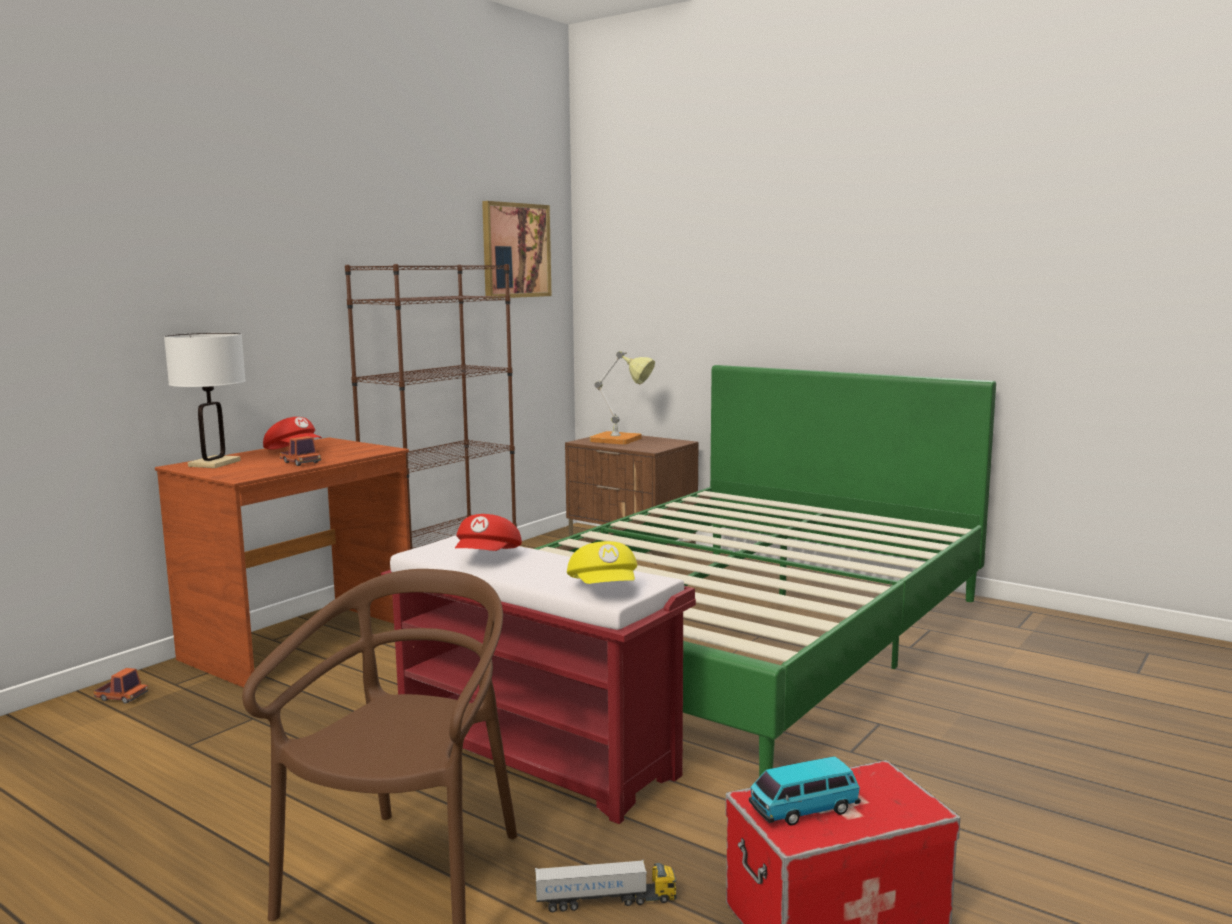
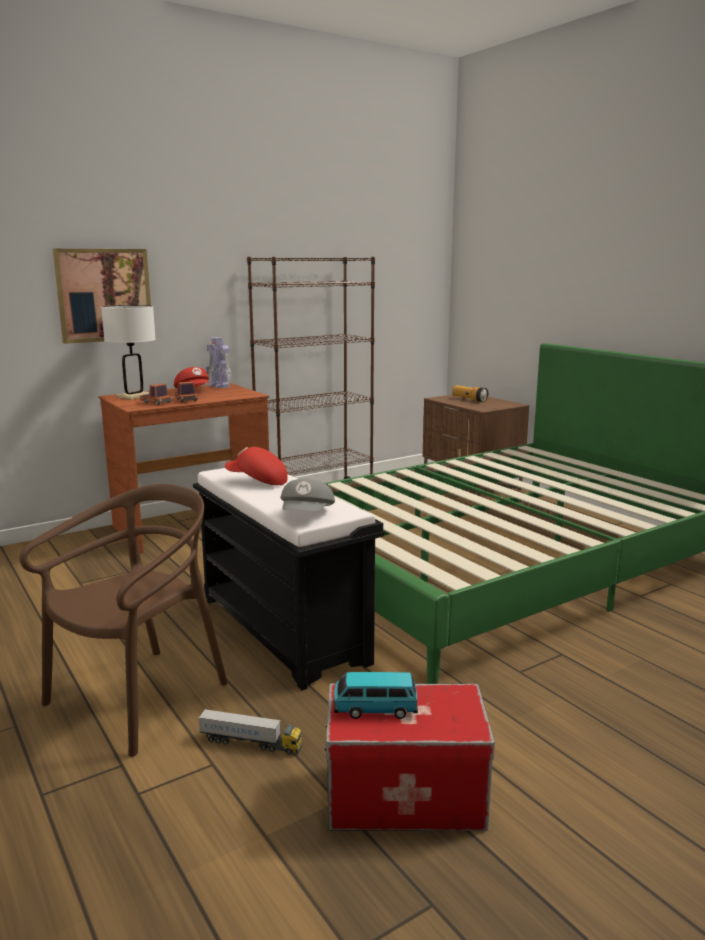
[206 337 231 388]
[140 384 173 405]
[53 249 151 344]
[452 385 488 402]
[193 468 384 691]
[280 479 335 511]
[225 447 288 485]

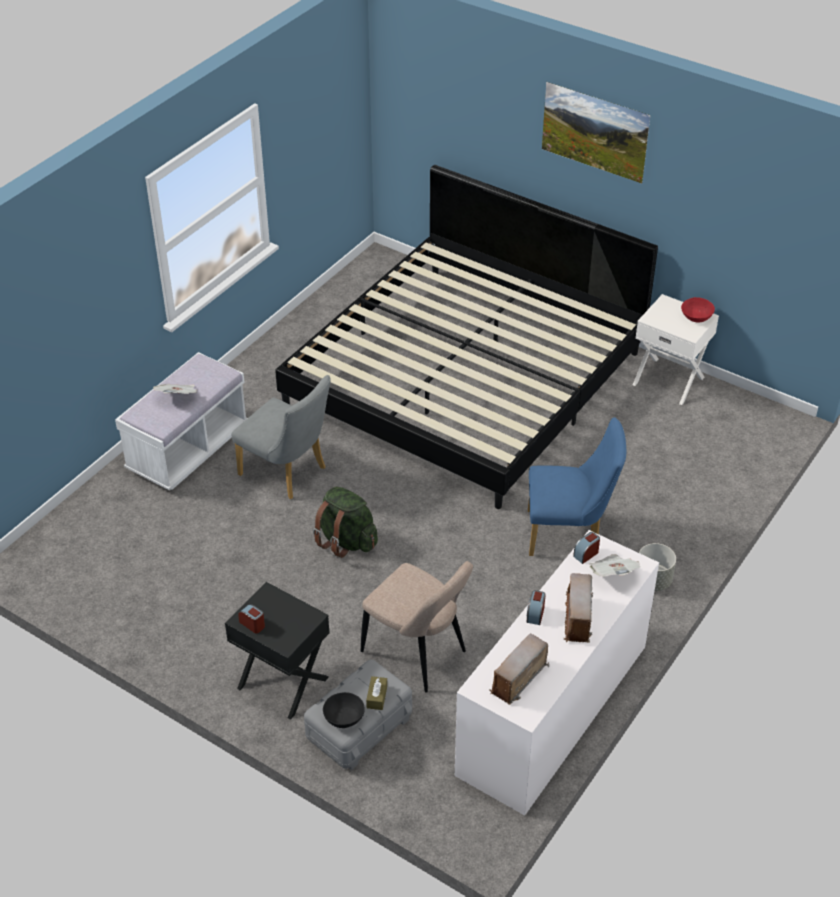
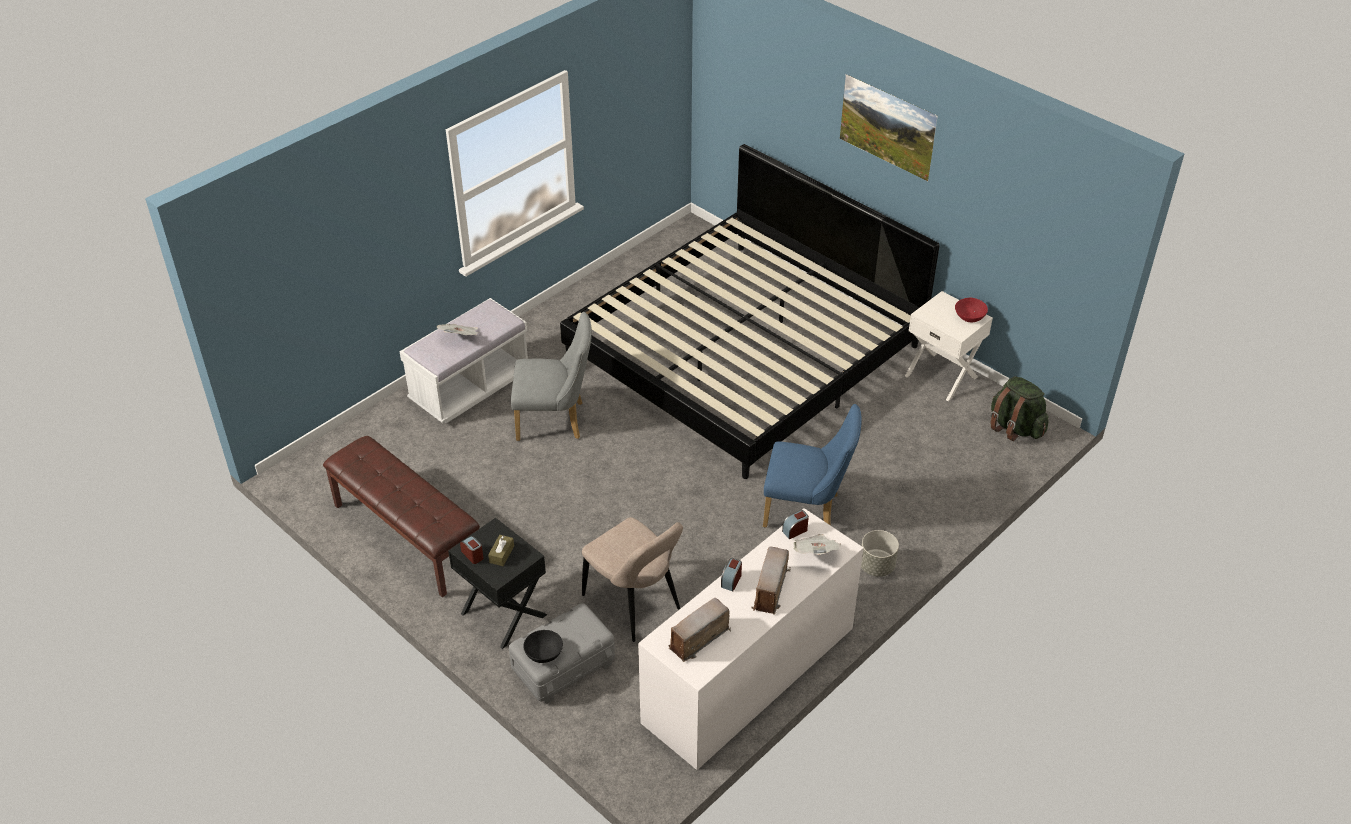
[323 436 480 597]
[990 376 1049 441]
[488 535 514 566]
[511 312 592 441]

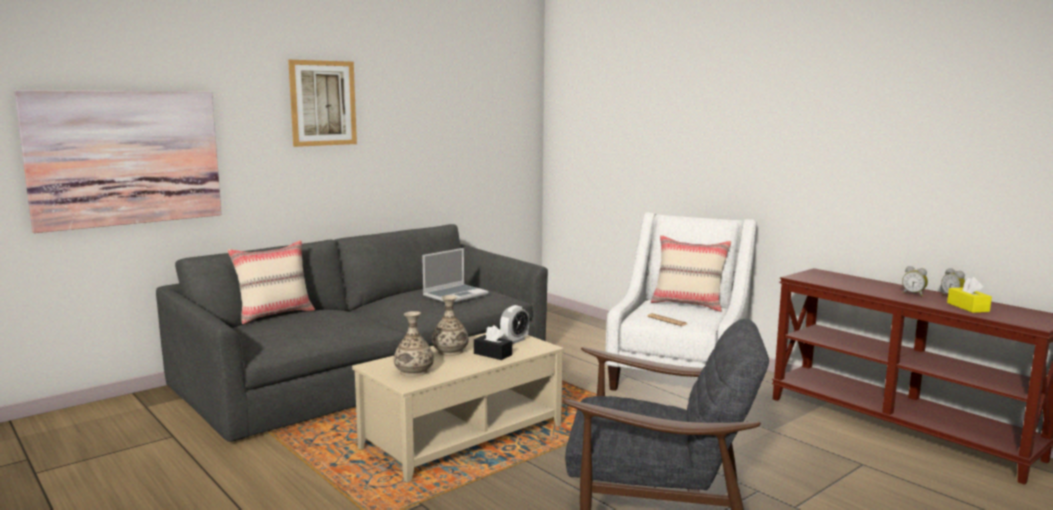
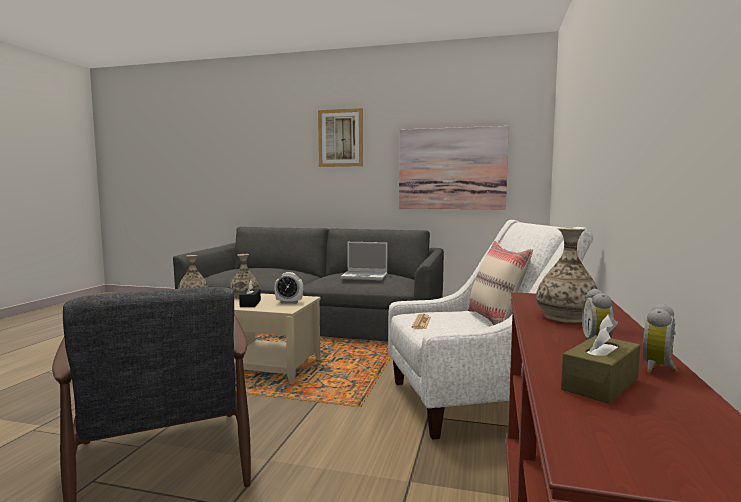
[227 240 315 324] (first image)
[536 228 598 323]
[399 126 509 209]
[561 314 640 404]

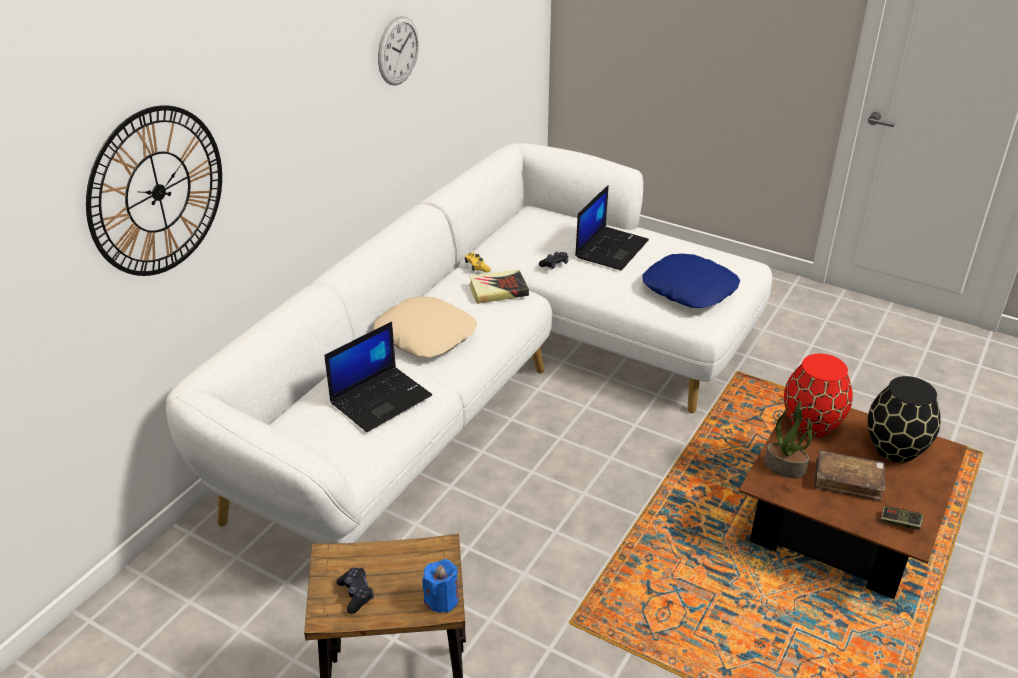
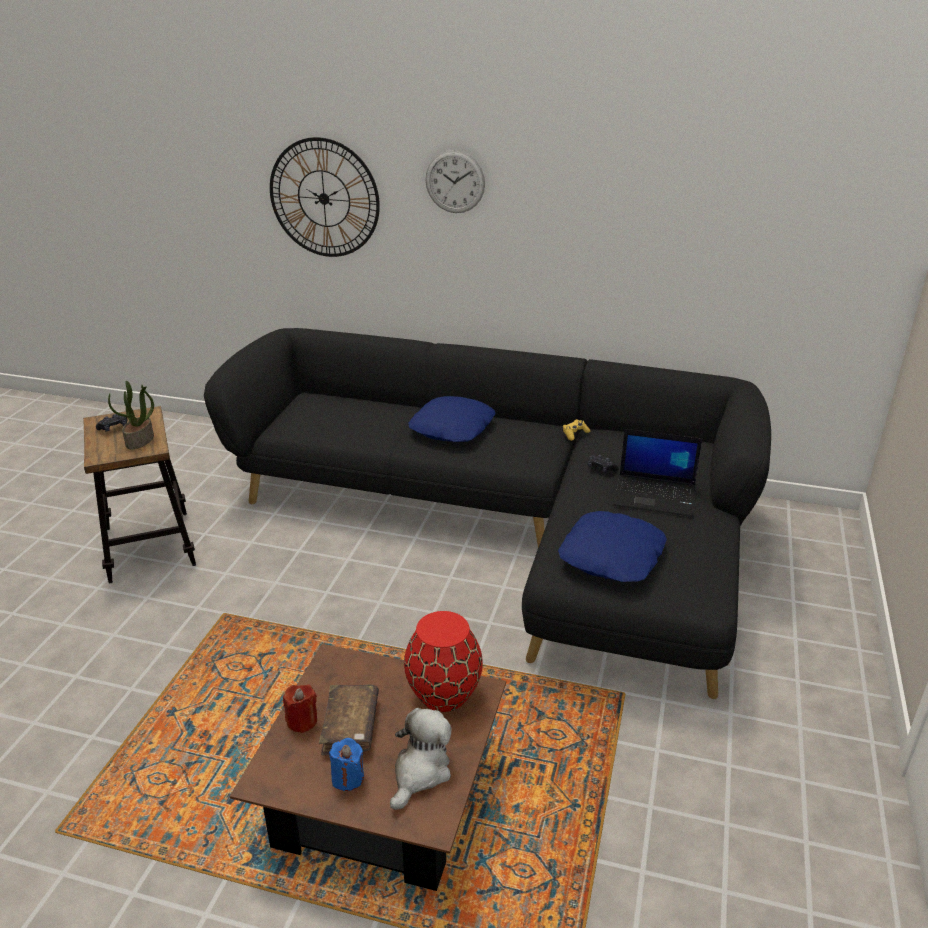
[324 322 432 432] (first image)
[469 270 529 304] (first image)
[881 506 923 530] (first image)
[283 685 317 733]
[425 150 485 213]
[329 738 364 791]
[108 381 154 449]
[390 708 452 810]
[204 328 771 699]
[408 396 496 442]

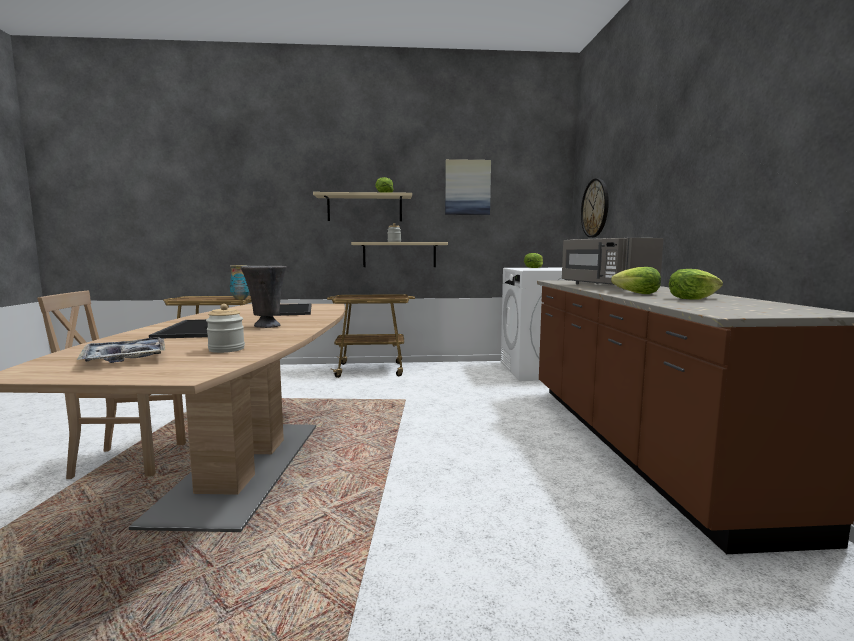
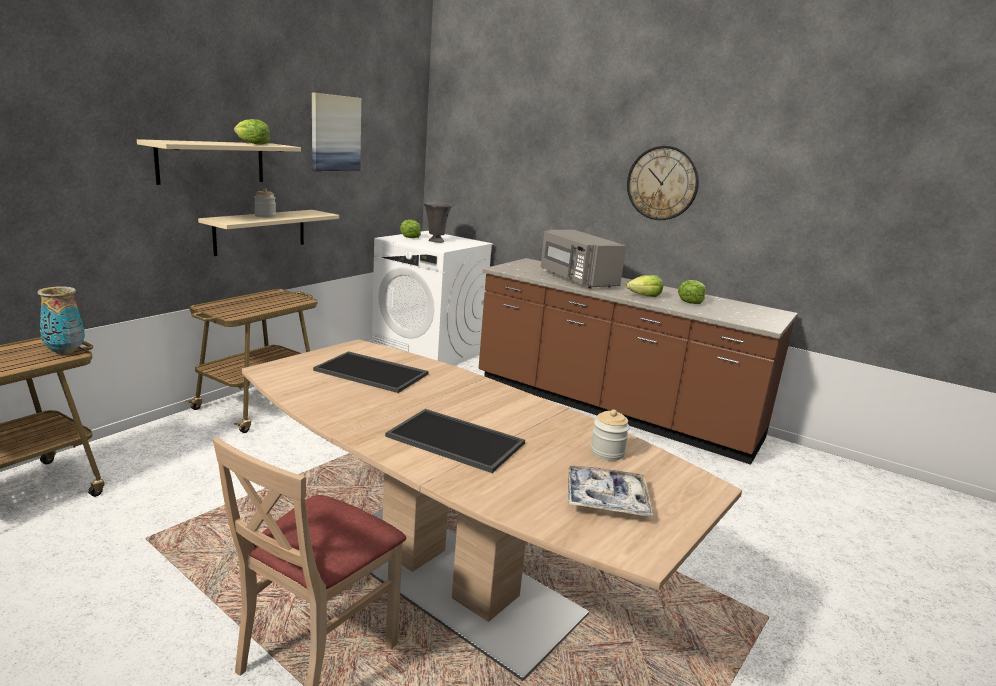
[424 202 452 243]
[627 146 699 220]
[541 230 626 288]

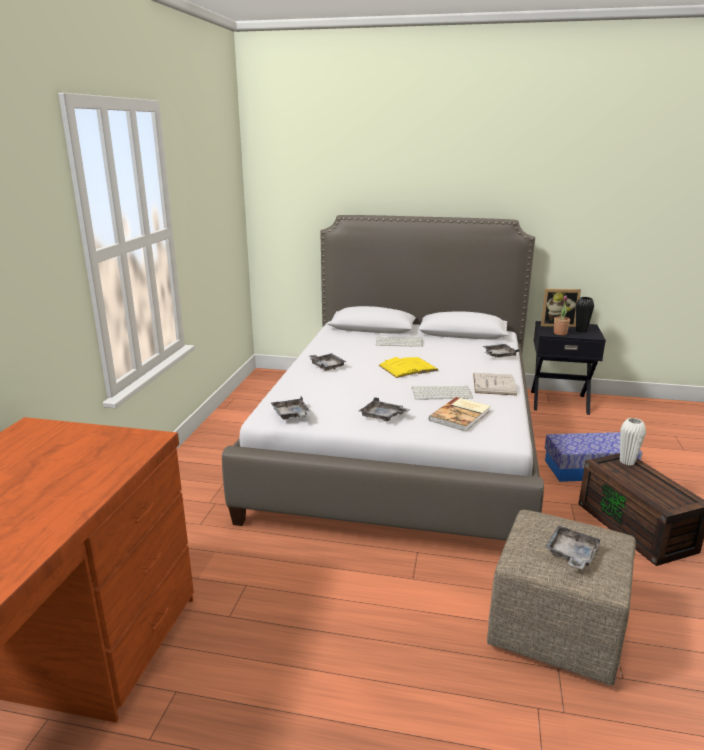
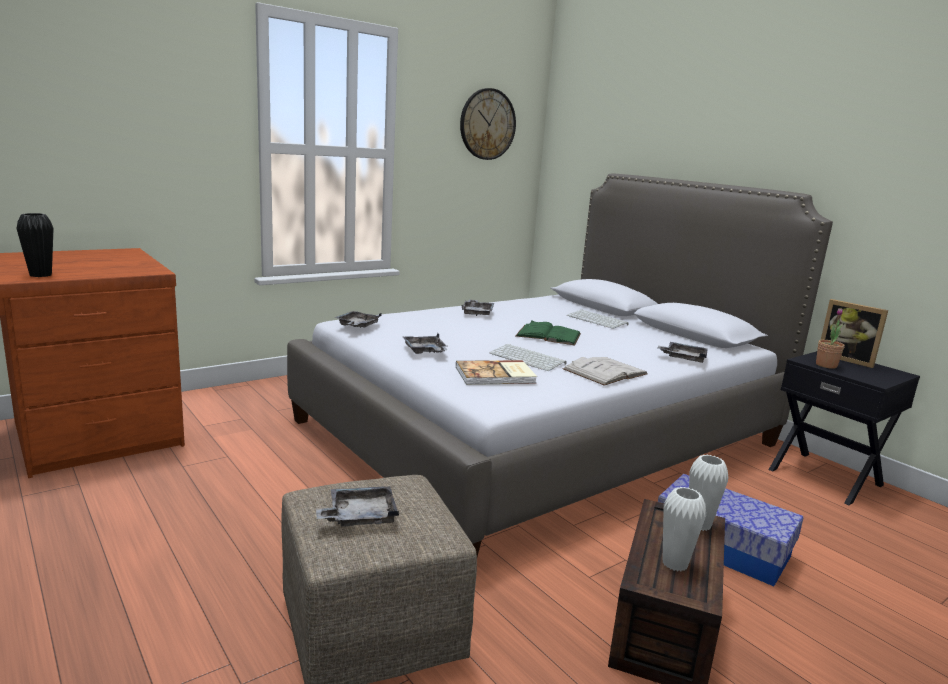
[460 88 516 160]
[663 487 706 572]
[16 213 54 277]
[515 321 581 345]

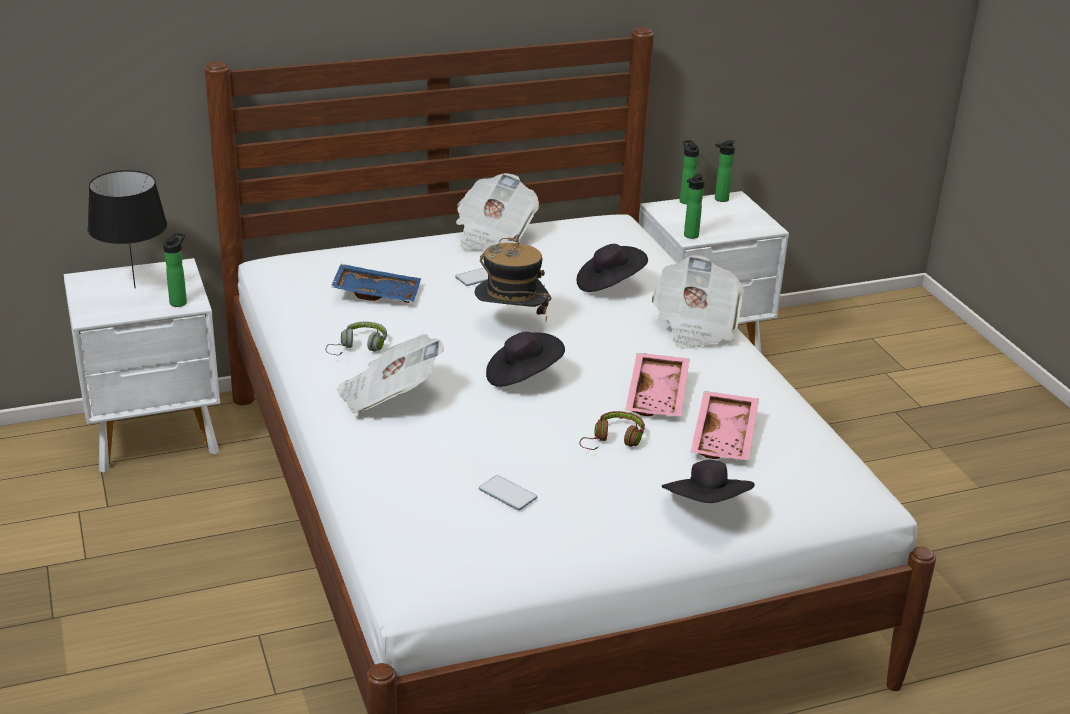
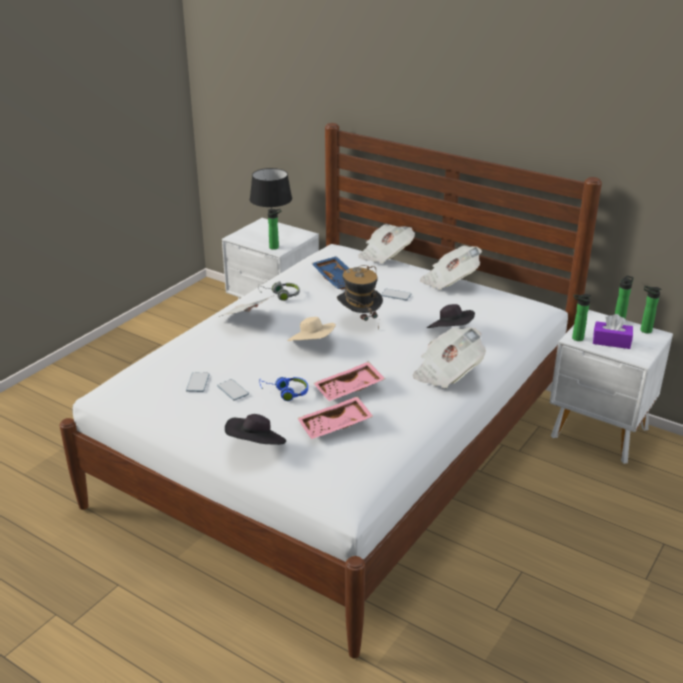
[217 379 249 400]
[358 224 415 264]
[593 314 633 349]
[287 317 336 341]
[259 377 308 401]

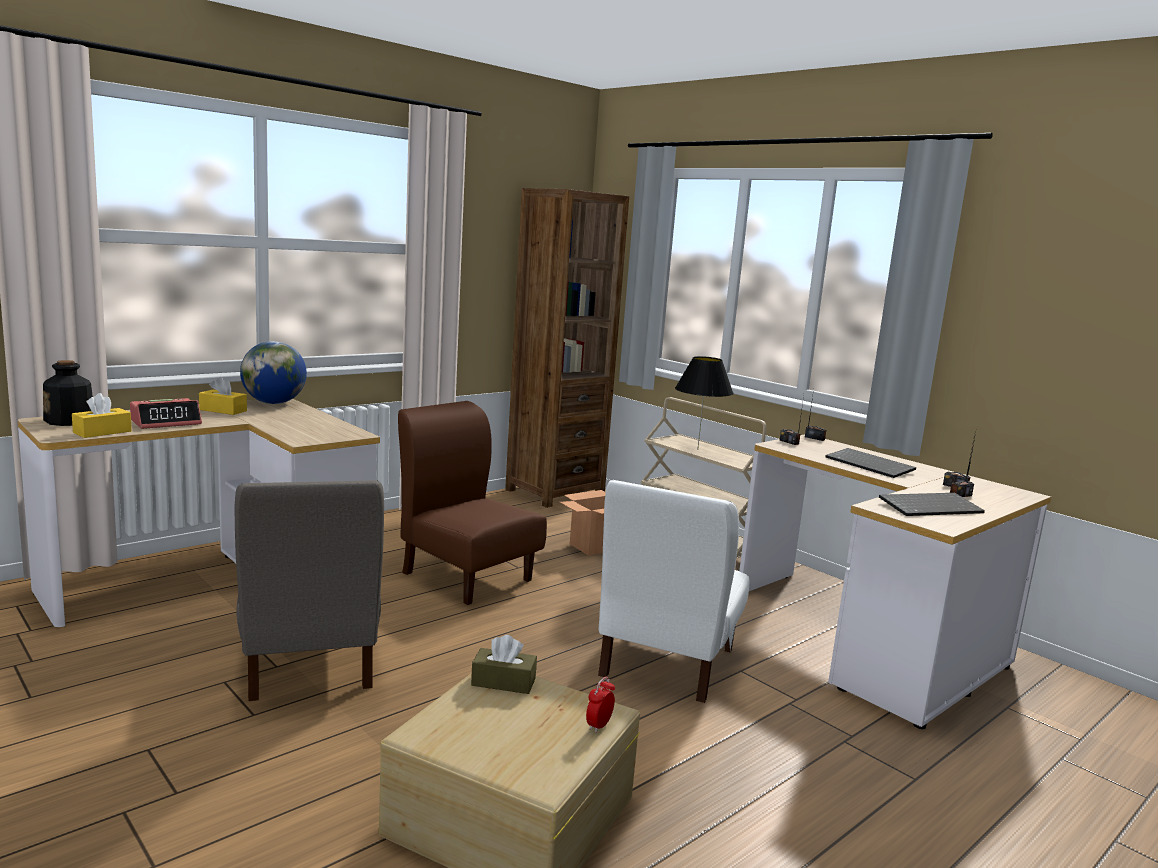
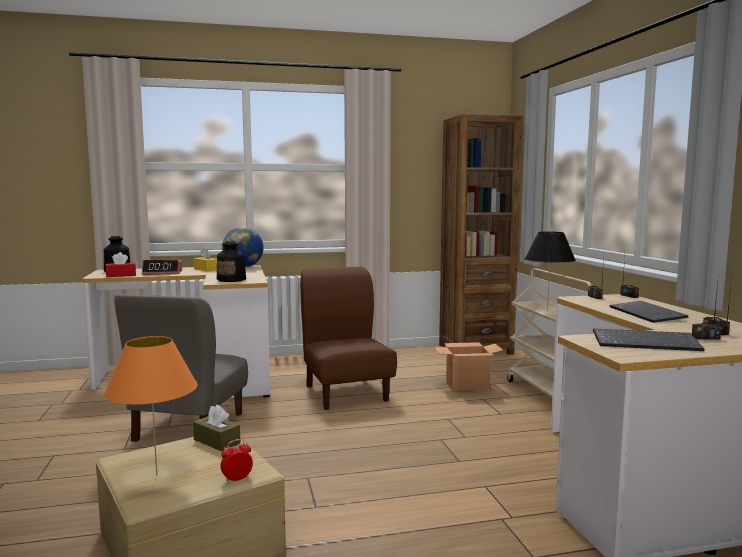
[598 480 749 703] (first image)
[104 336 198 476]
[217 241 246 282]
[105 252 136 277]

